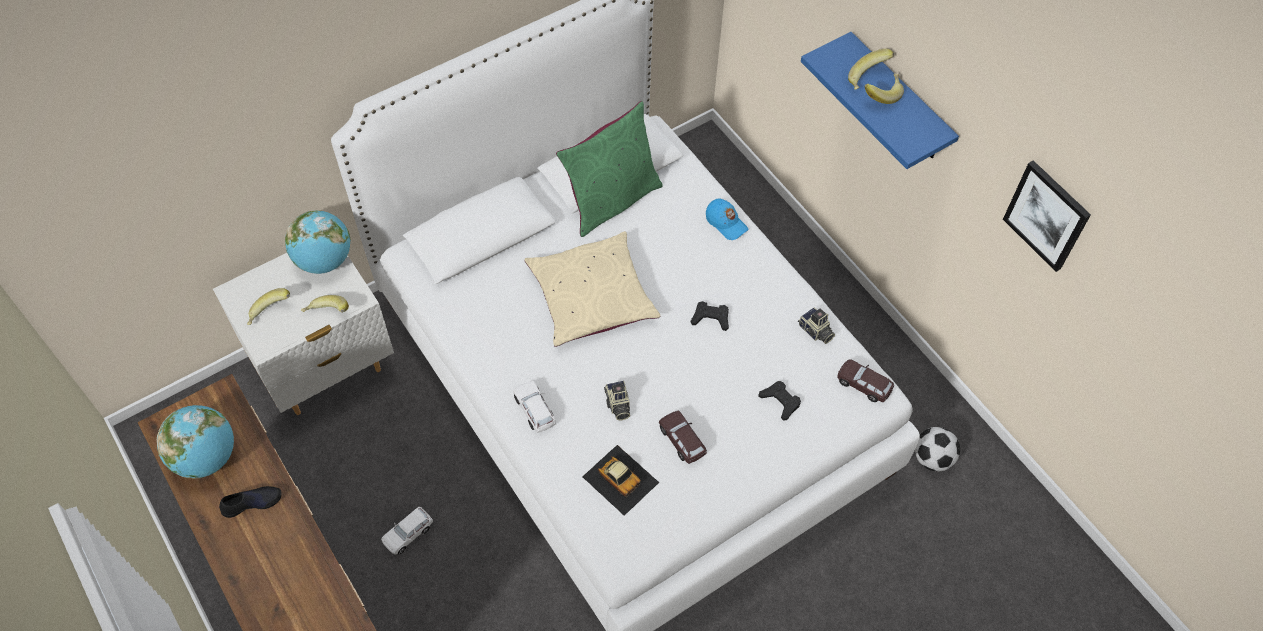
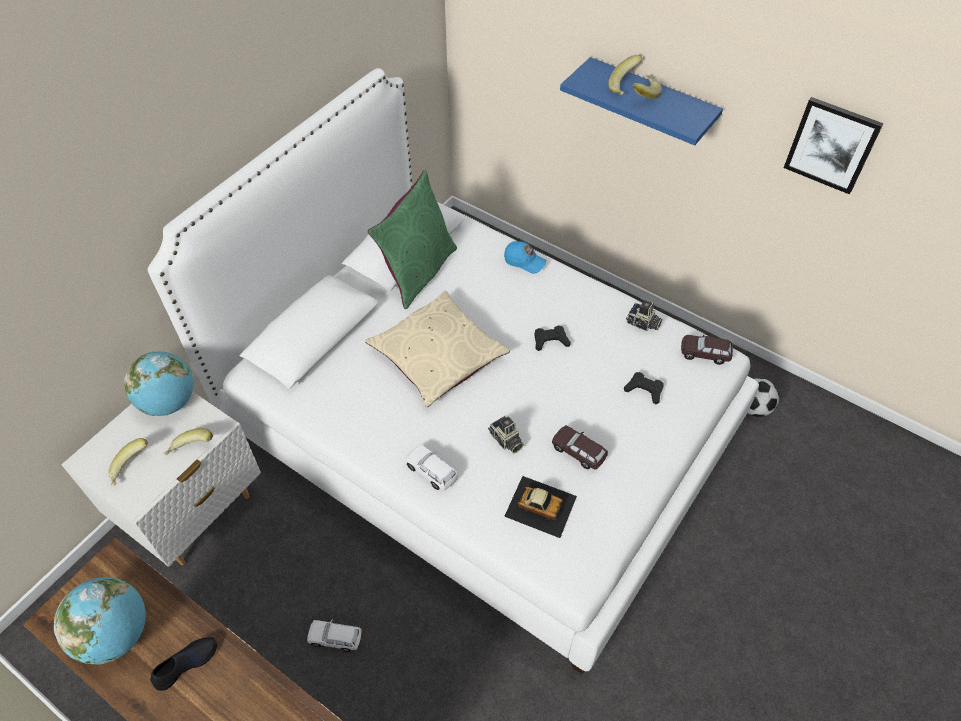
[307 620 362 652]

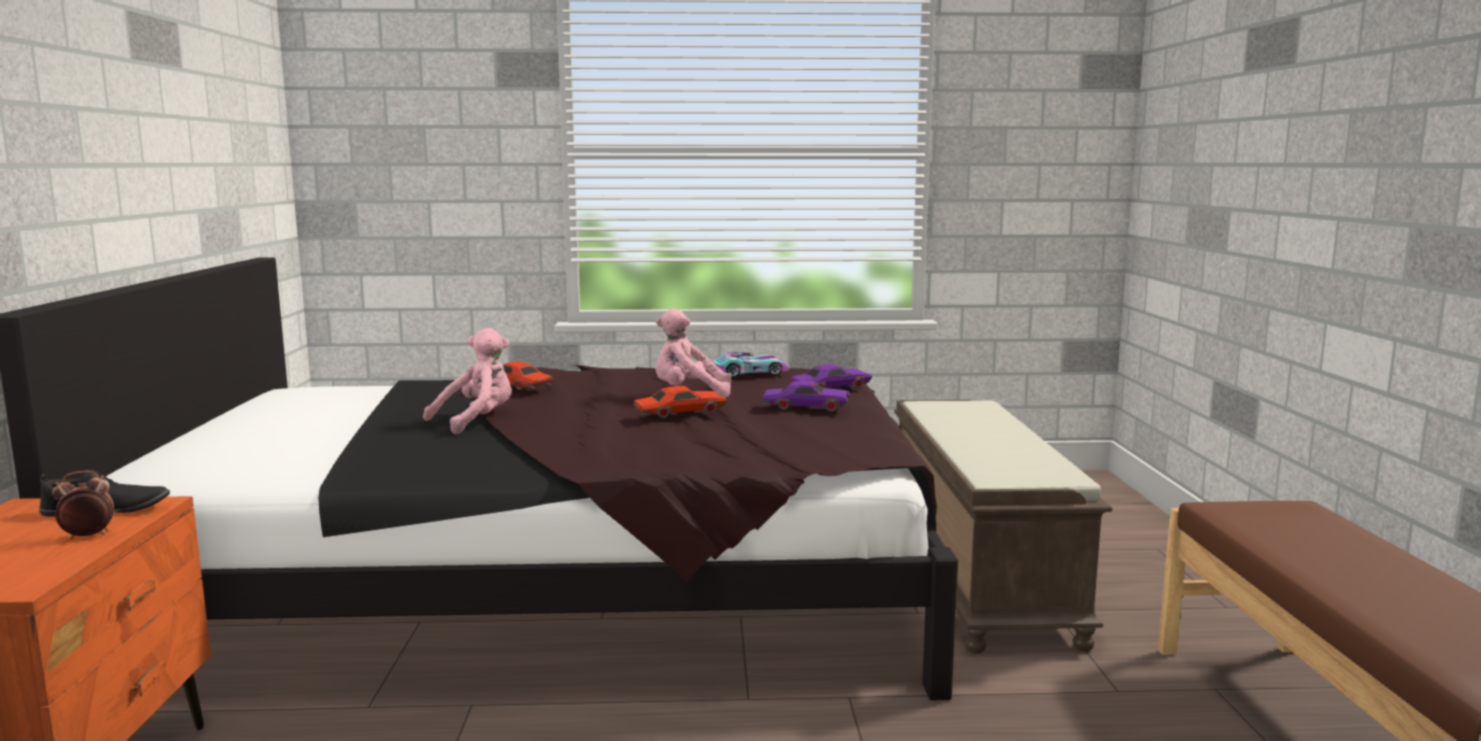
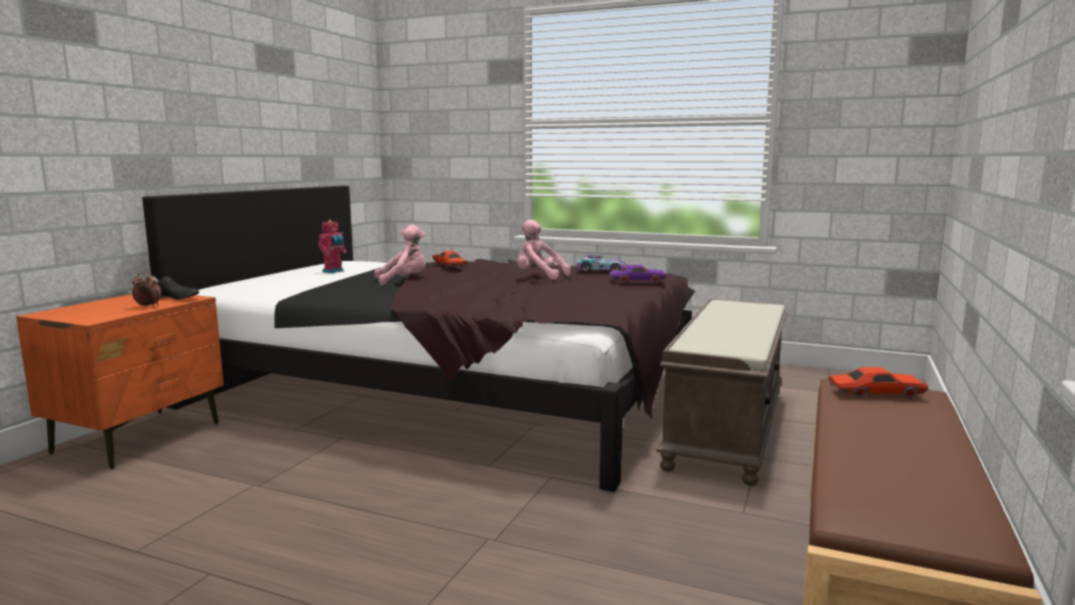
[762 381 849 412] (first image)
[318 220 347 273]
[828 367 928 399]

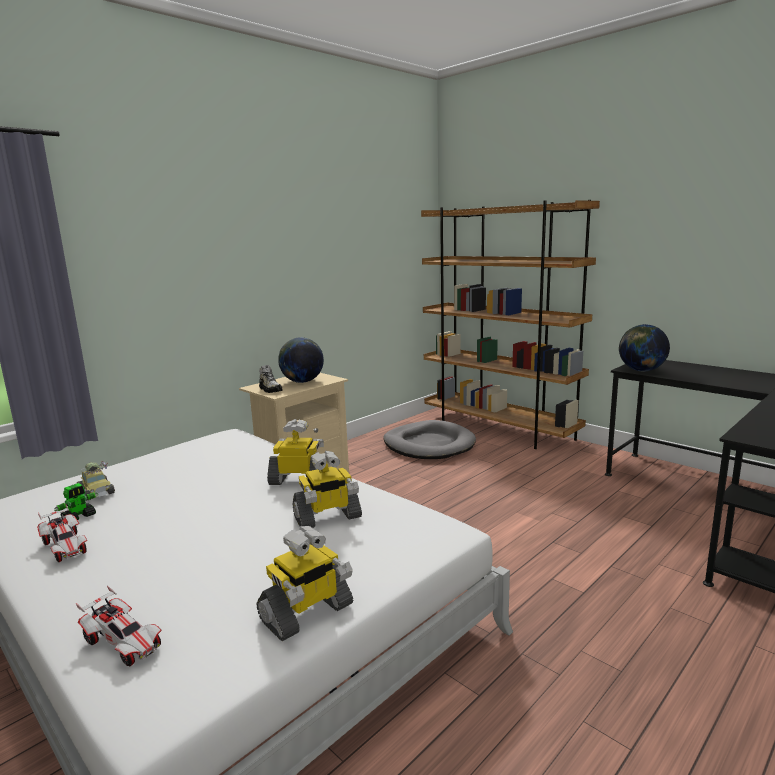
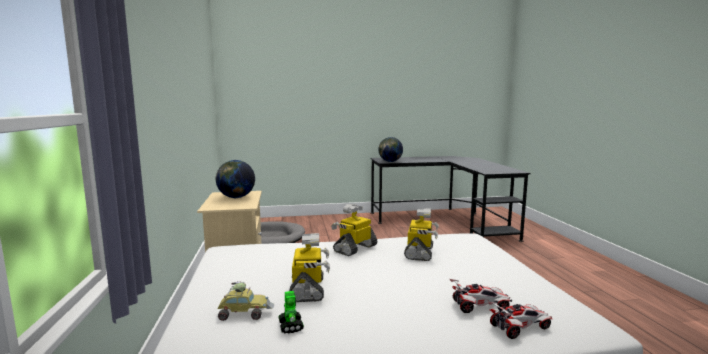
[259 365 283 393] (first image)
[421 200 600 449] (first image)
[450 279 512 313]
[289 233 330 302]

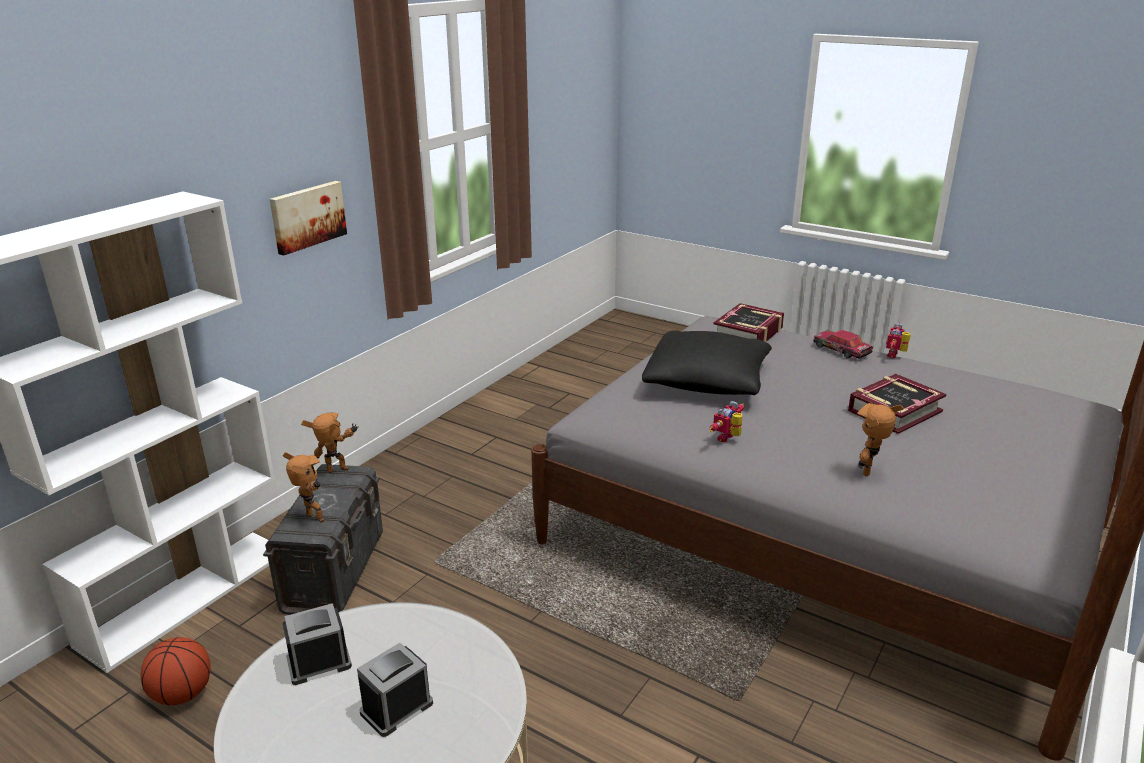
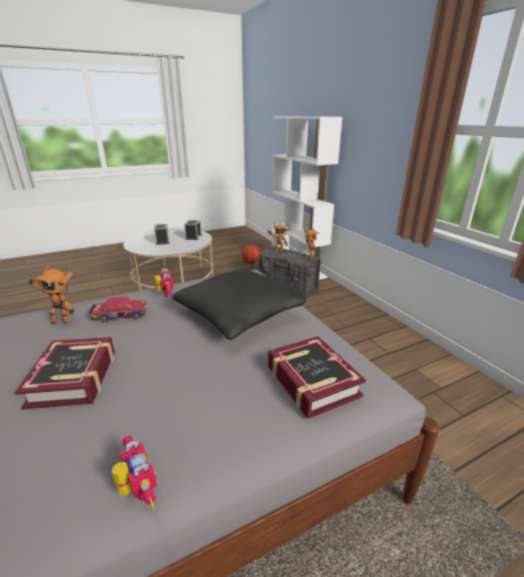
[270 181 347 255] (first image)
[89 297 147 322]
[28 265 74 324]

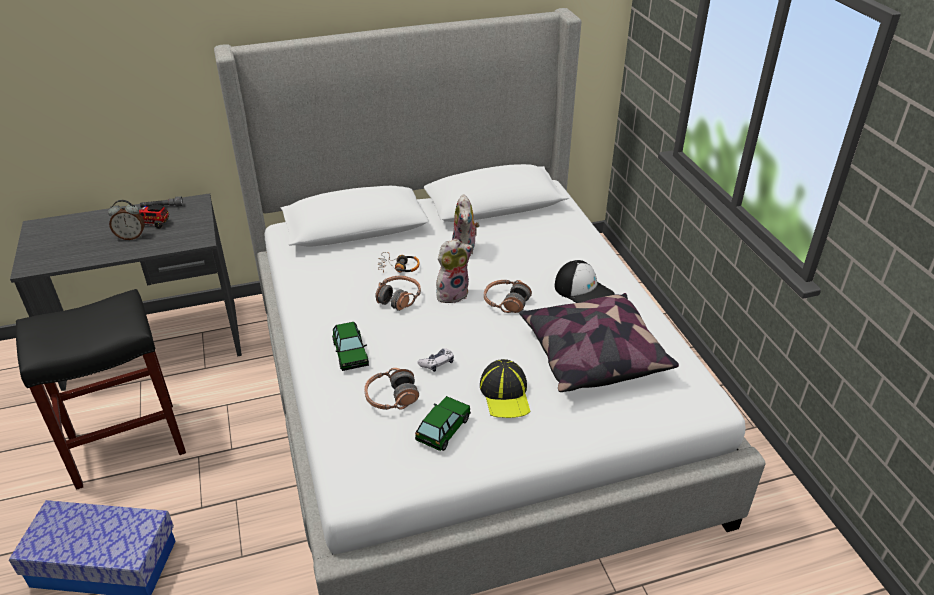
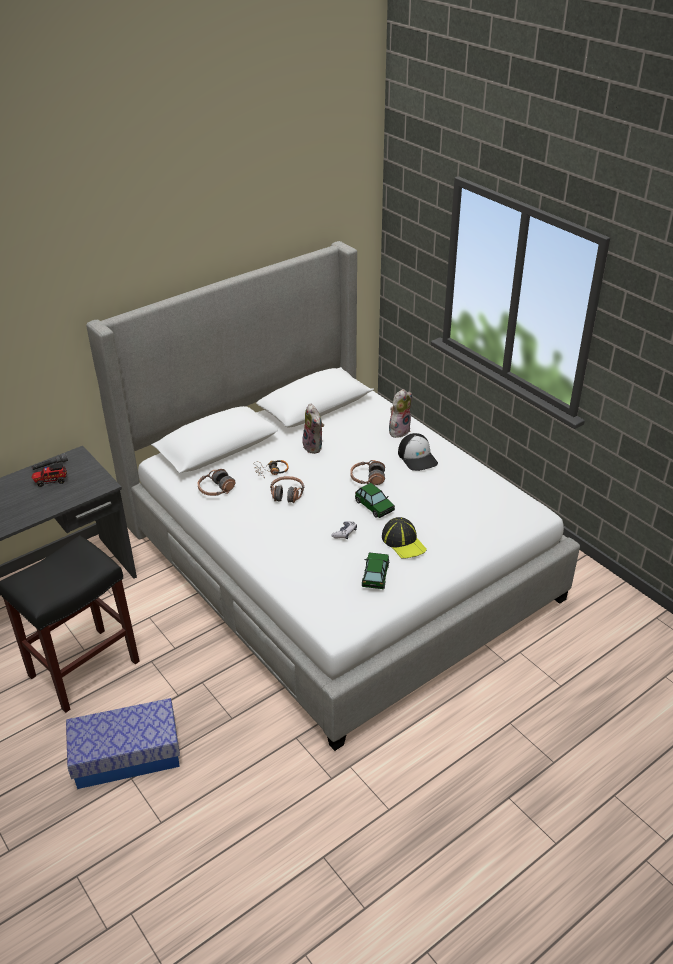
[108 200 145 240] (first image)
[519 293 679 392] (first image)
[355 483 395 518]
[198 469 235 496]
[389 389 412 438]
[398 433 438 471]

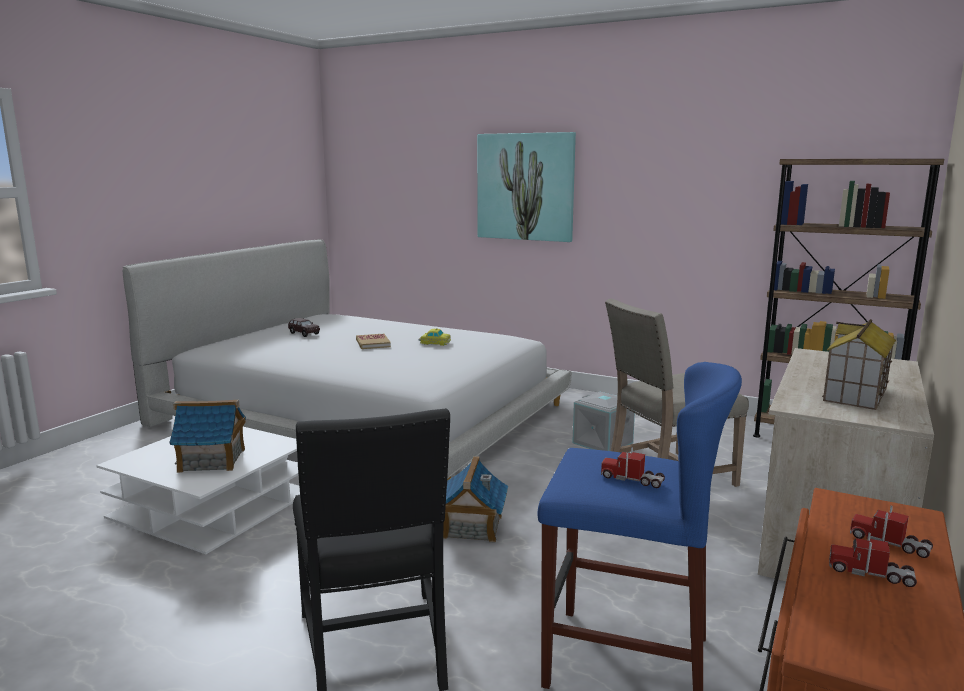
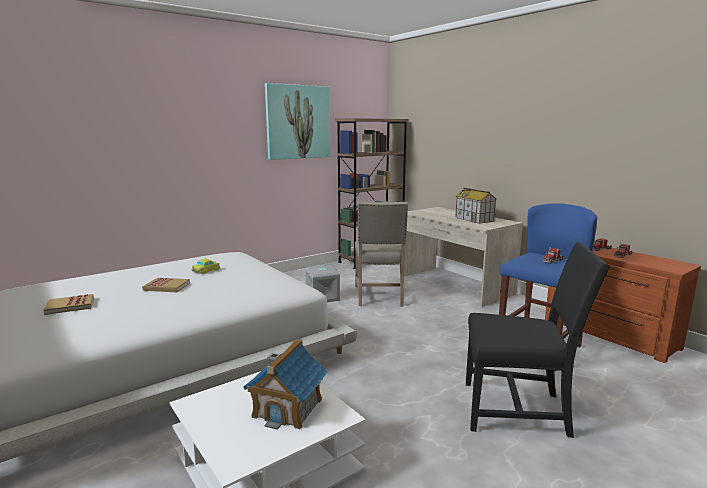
[443 456 508 543] (first image)
[265 83 330 160]
[44 294 94 315]

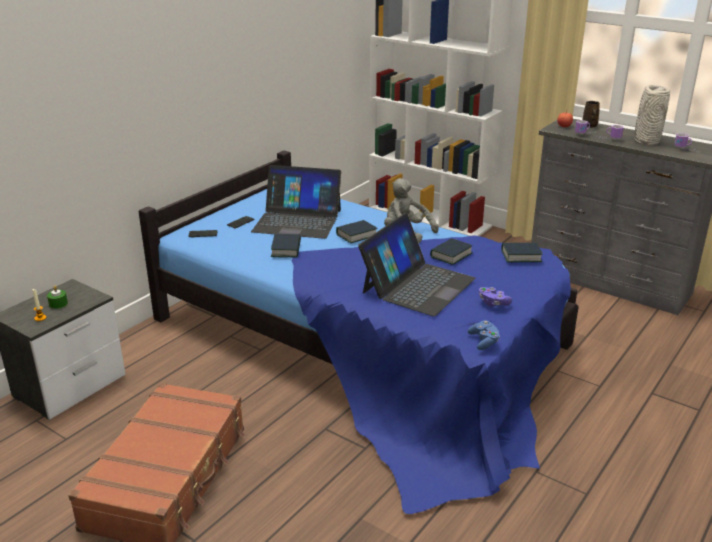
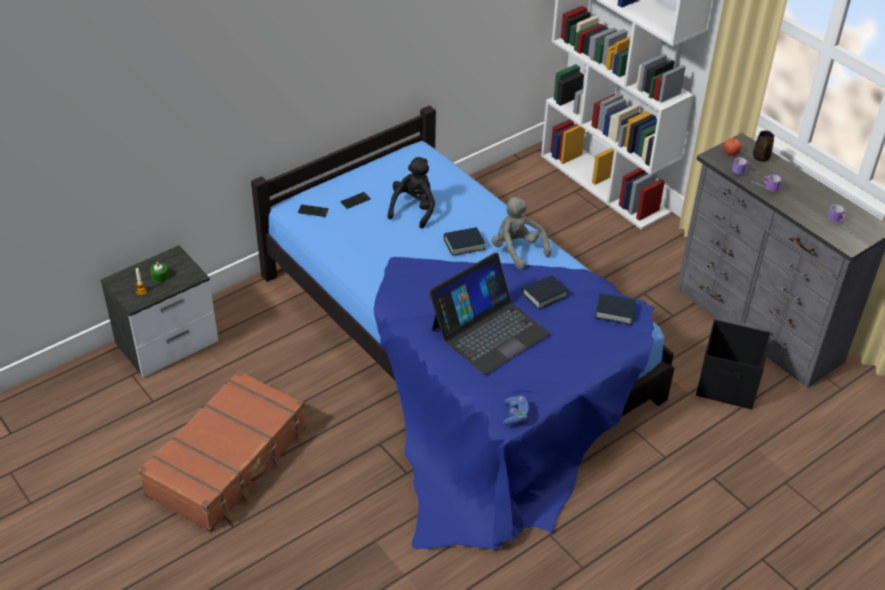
[271 234 301 258] (first image)
[479 287 512 307] (first image)
[634 85 670 146] (first image)
[696 319 770 409]
[388 157 435 228]

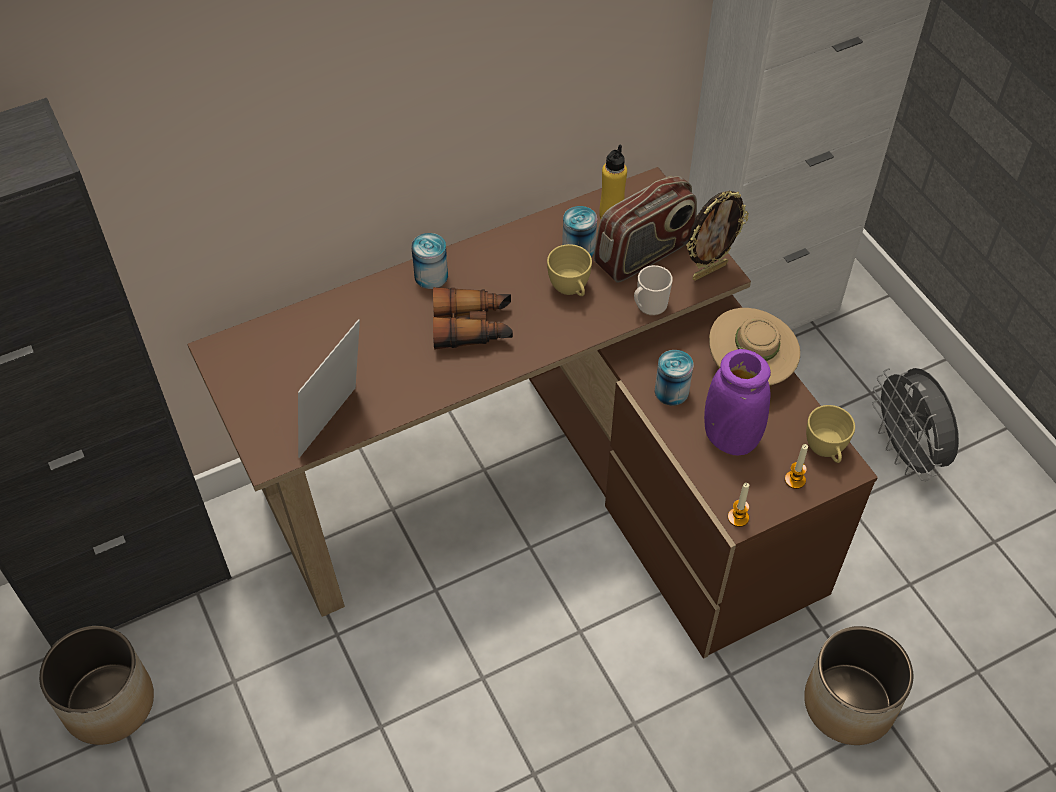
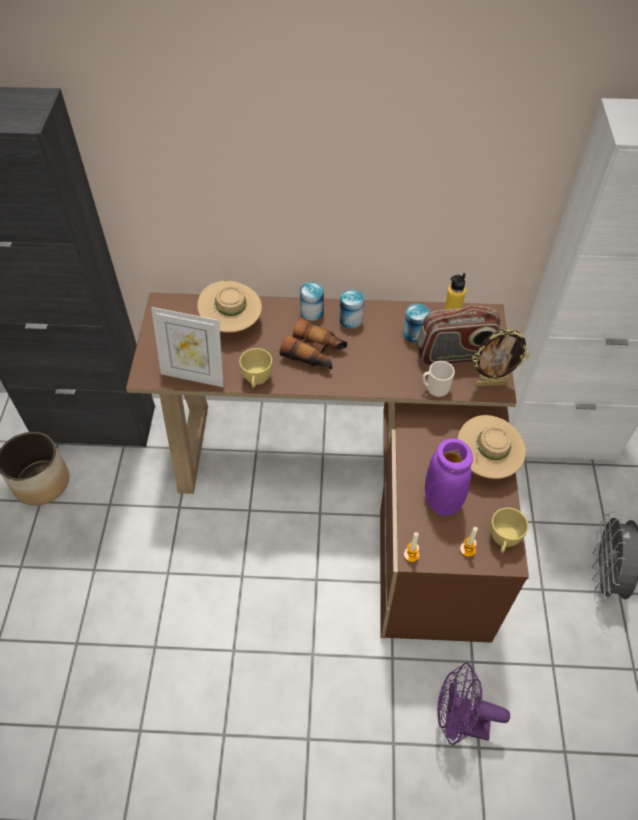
[197 281 262 333]
[239 348 272 388]
[339 289 364 329]
[437 663 510 745]
[151 307 224 387]

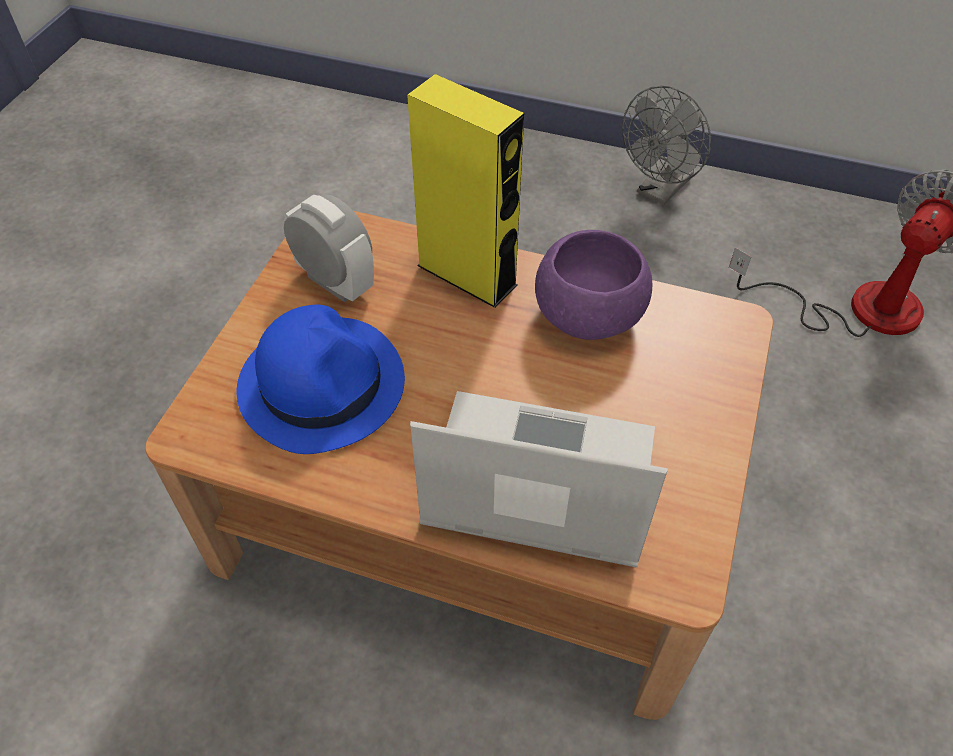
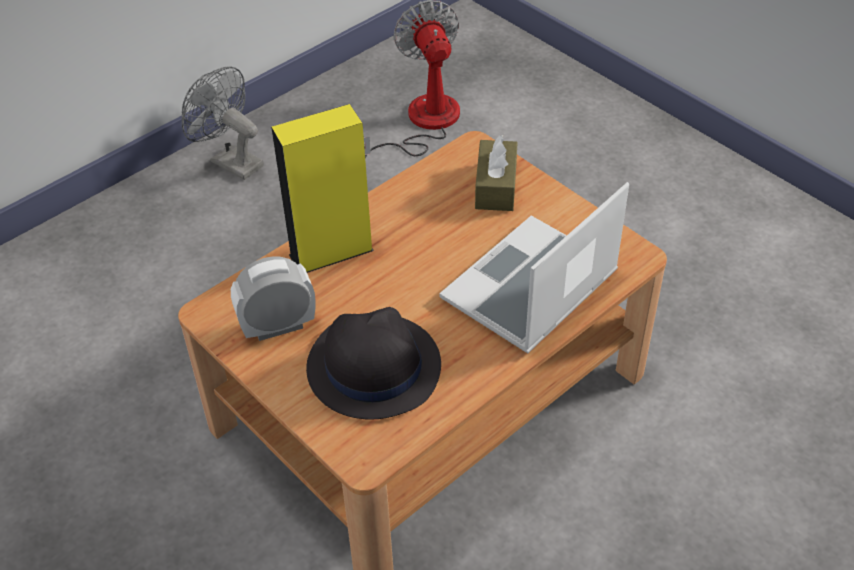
[535 230 652 340] (first image)
[475 135 518 211]
[306 307 441 419]
[182 66 264 180]

